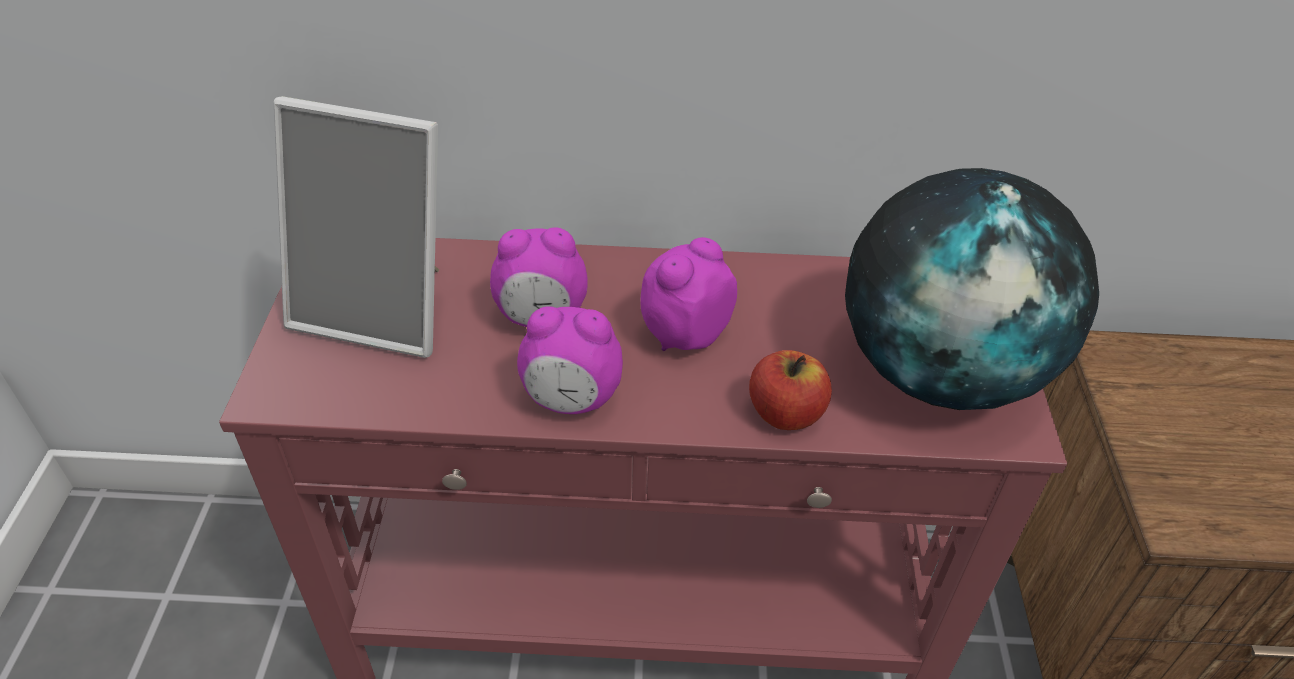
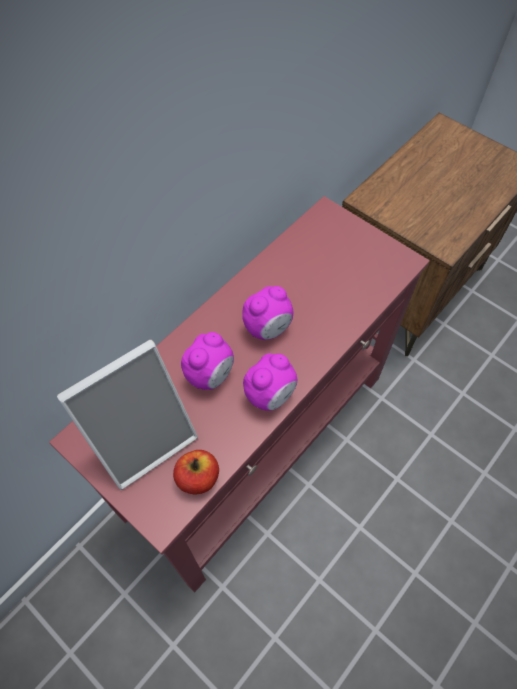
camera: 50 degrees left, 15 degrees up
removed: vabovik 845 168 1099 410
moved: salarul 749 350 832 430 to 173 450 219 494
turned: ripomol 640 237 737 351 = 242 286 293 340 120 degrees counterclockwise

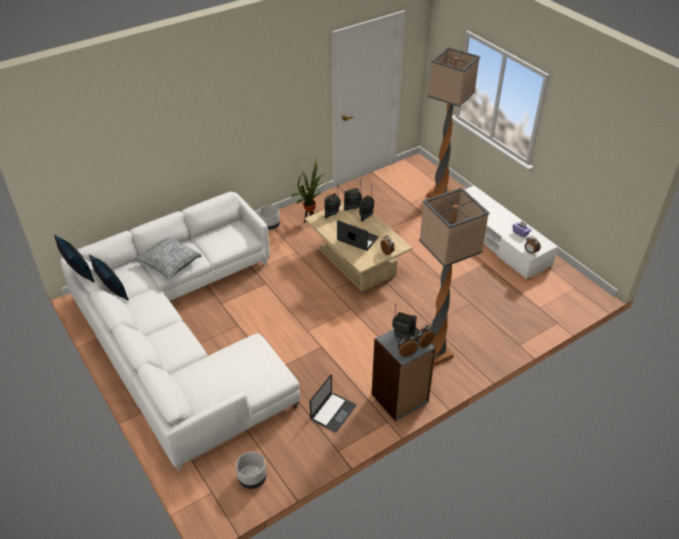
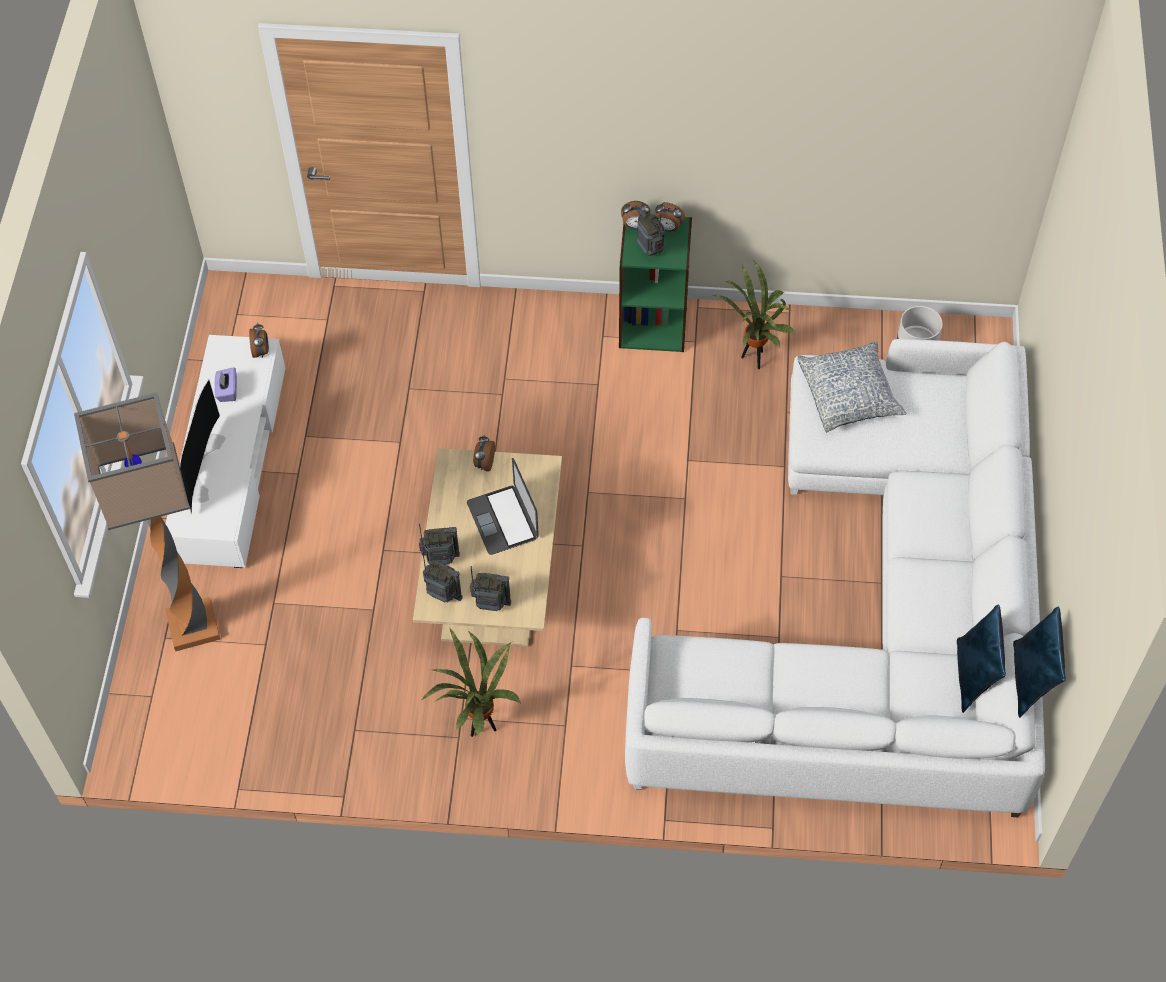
camera: 140 degrees left, 15 degrees up
removed: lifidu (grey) 258 205 280 230; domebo 419 187 490 366
added: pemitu 179 379 226 514
moved: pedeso 134 238 202 280 to 798 340 906 432
replaced: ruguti 310 374 356 433 to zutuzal 712 260 795 369
recoloured: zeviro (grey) 372 328 436 421 to zeviro (green) 619 217 692 352

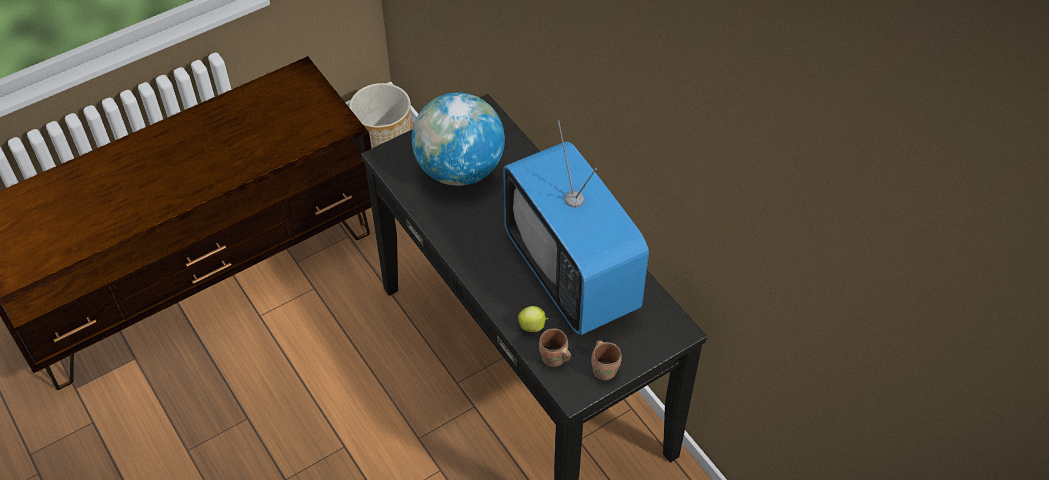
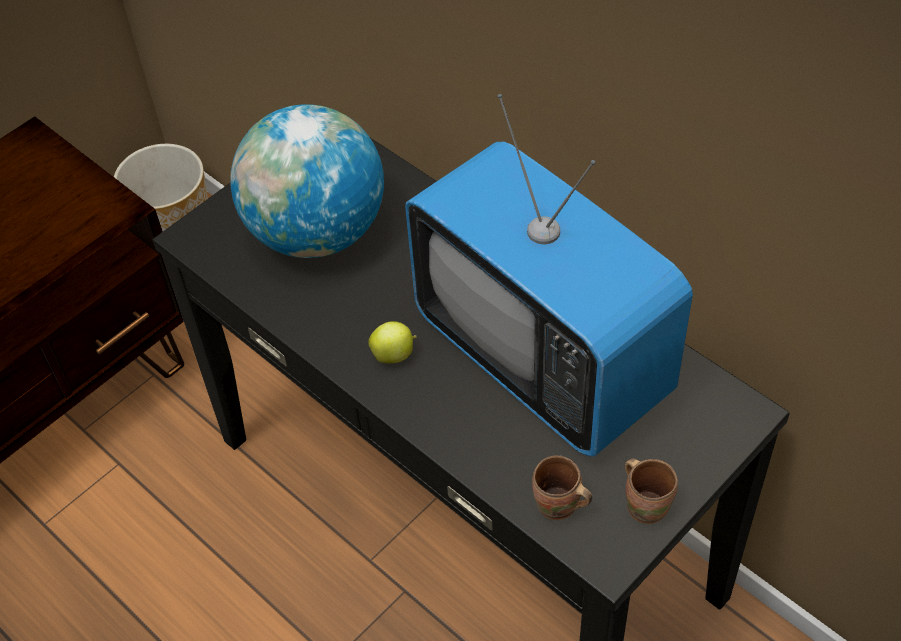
camera: 10 degrees left, 0 degrees up
moved: salarul 518 306 549 332 to 368 321 417 363

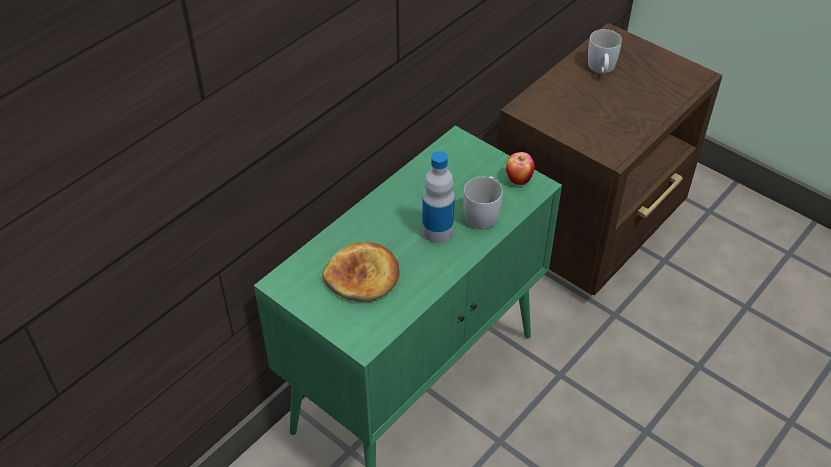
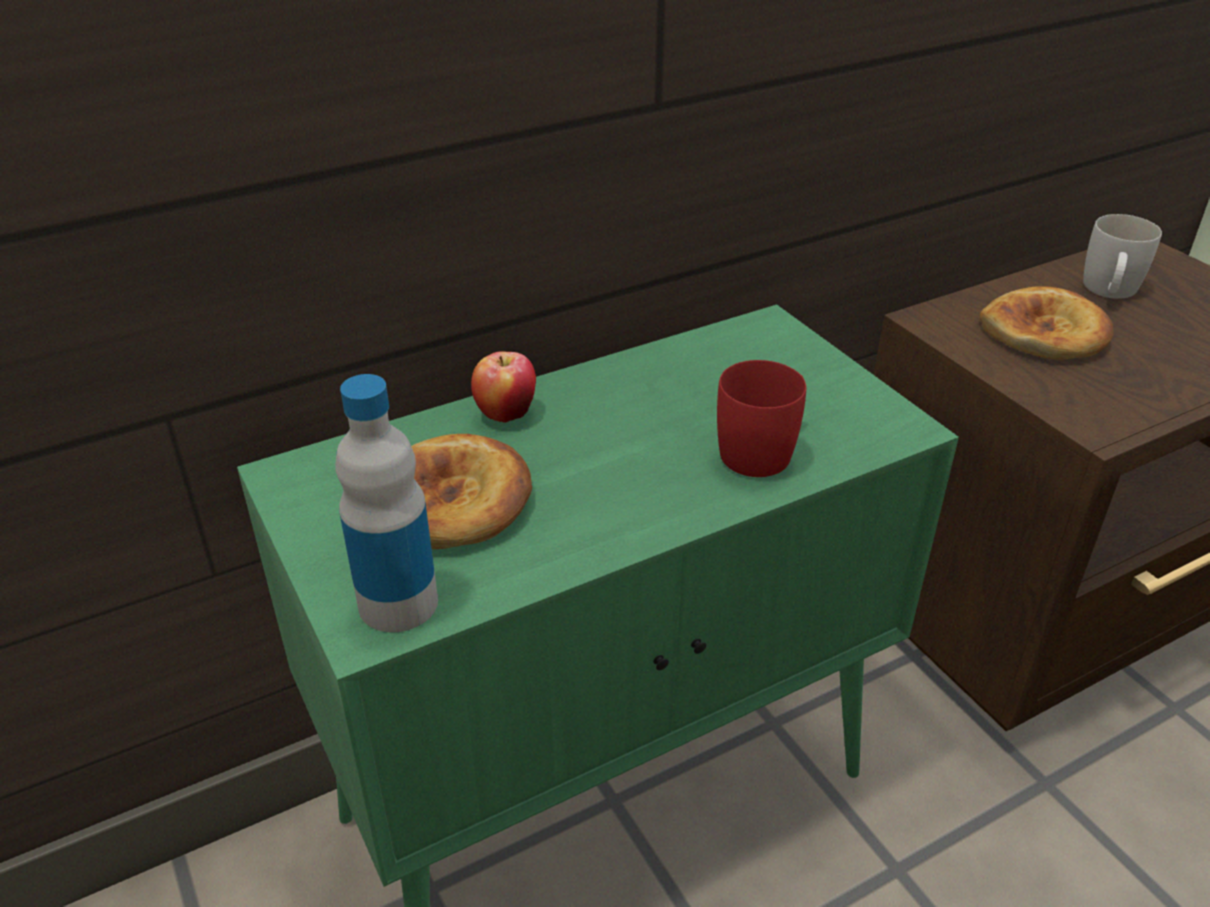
camera: 20 degrees right, 10 degrees down
added: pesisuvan 979 286 1114 360
moved: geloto 422 151 455 243 to 336 374 438 632; salarul 506 152 535 185 to 471 351 536 423
recoloured: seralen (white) 463 176 503 229 to seralen (red) 717 360 806 477

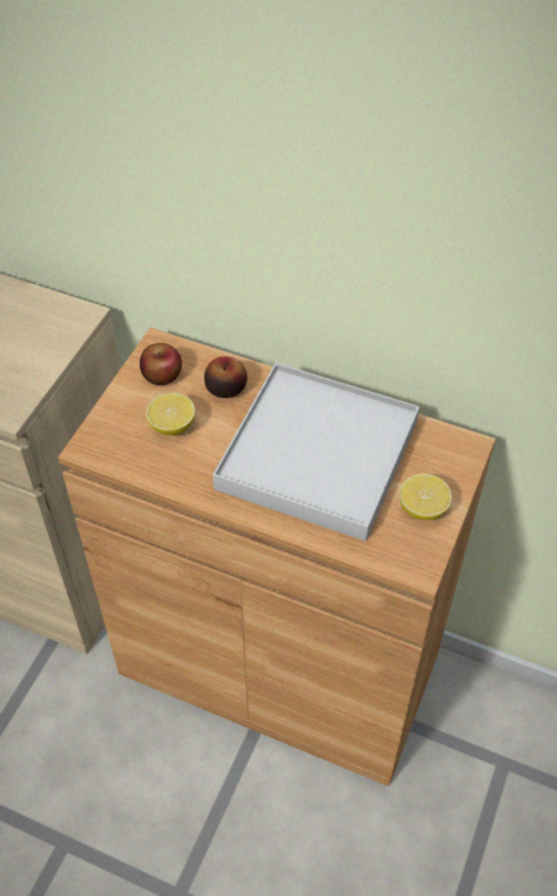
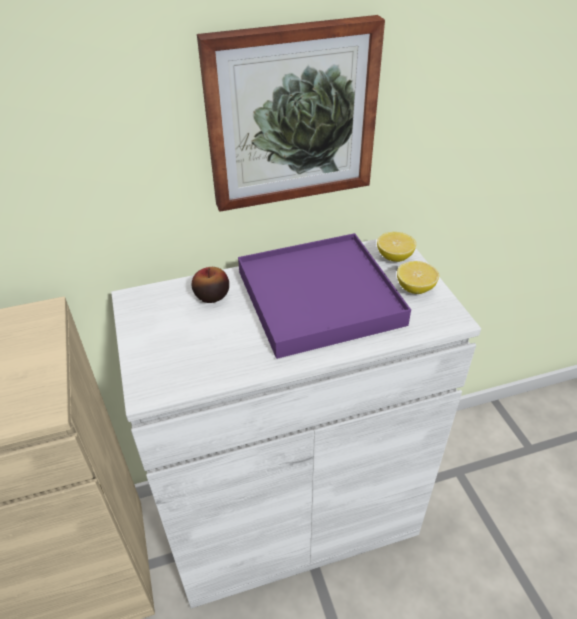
camera: 40 degrees left, 10 degrees down
removed: salarul 140 343 182 385
added: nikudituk 197 15 385 212
moved: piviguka 146 393 195 435 to 377 232 416 262
recoloured: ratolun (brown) 58 327 496 787 to ratolun (white) 111 239 481 608; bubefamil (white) 213 363 420 541 to bubefamil (purple) 238 233 411 359

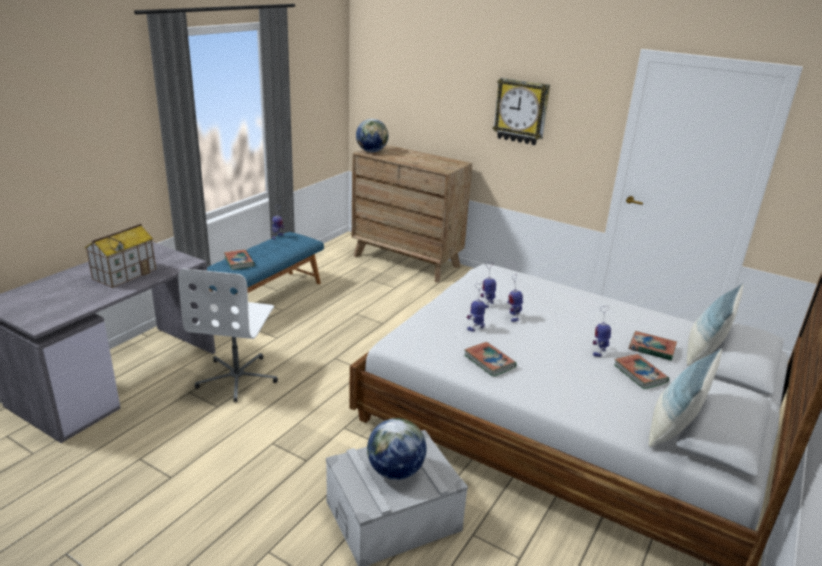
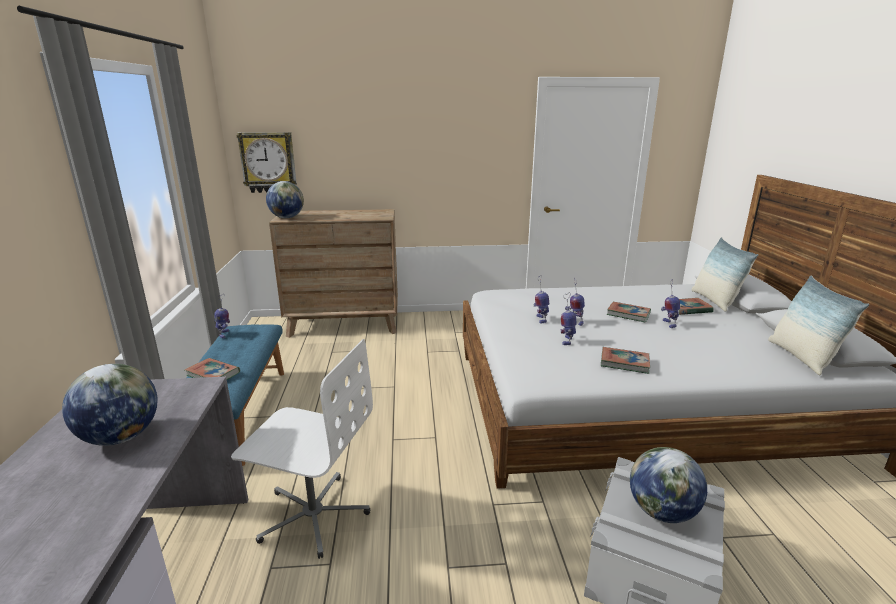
camera: 35 degrees left, 5 degrees down
moved: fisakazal 493 78 550 145 to 237 132 297 193; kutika 614 354 669 389 to 607 302 651 323
replaced: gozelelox 85 224 156 288 to vabovik 62 364 158 446
turned: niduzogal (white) 178 268 278 402 = 231 339 373 559 45 degrees counterclockwise

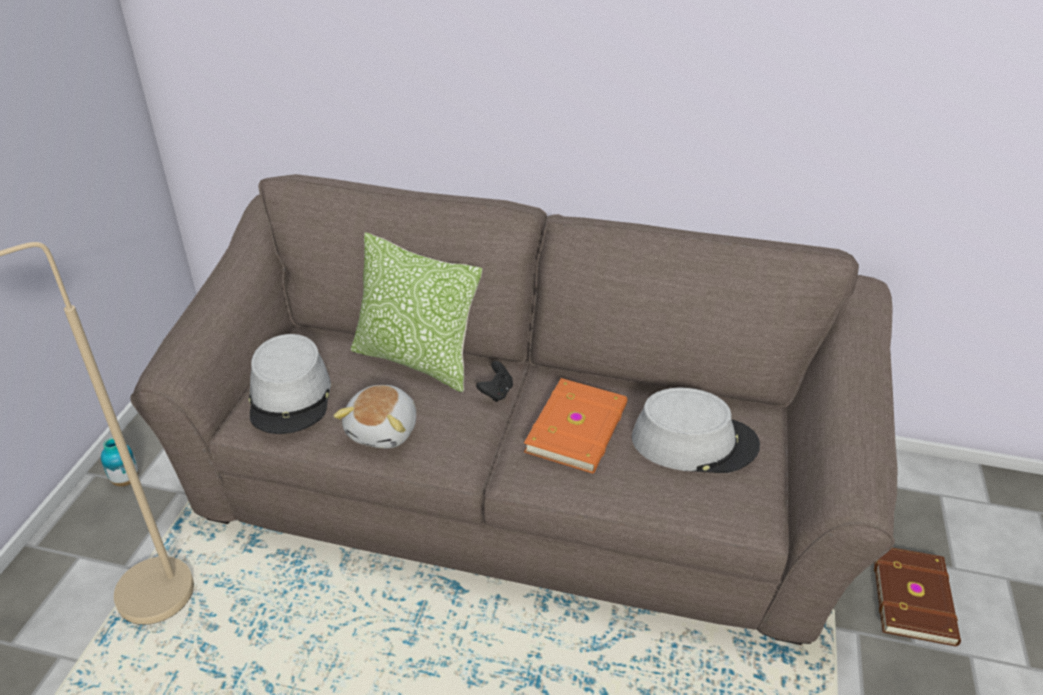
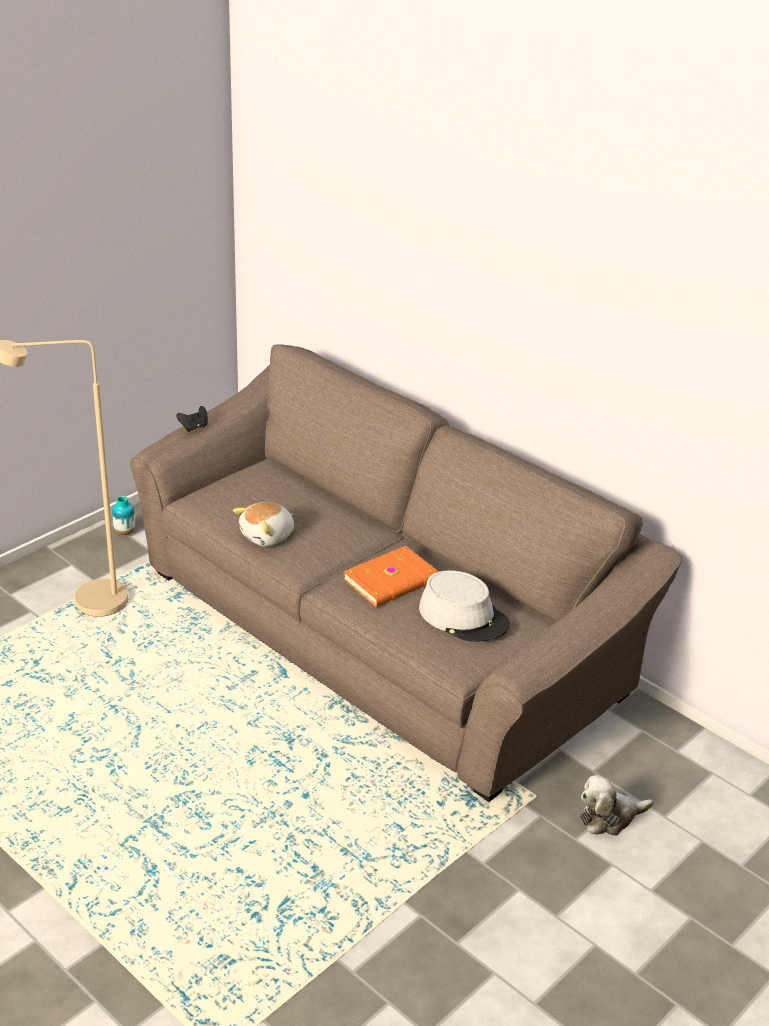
camera: 30 degrees right, 5 degrees down
removed: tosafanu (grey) 249 334 331 434; pedeso 351 232 482 392
moved: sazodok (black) 476 361 513 402 to 176 406 208 432
replaced: kutika (brown) 874 548 961 646 to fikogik 580 775 653 836

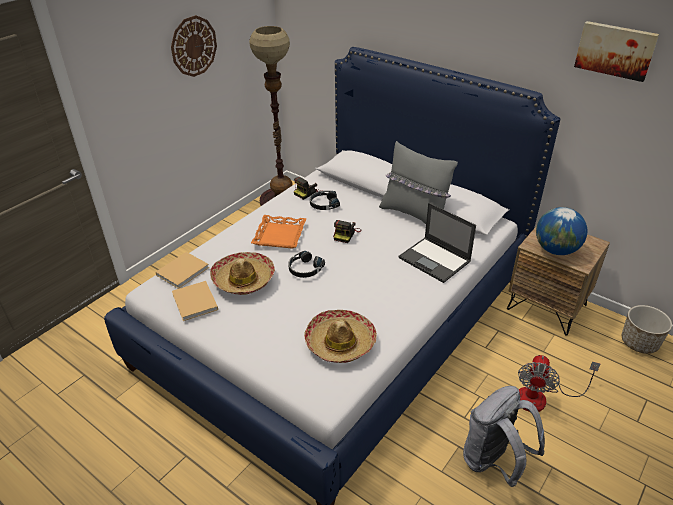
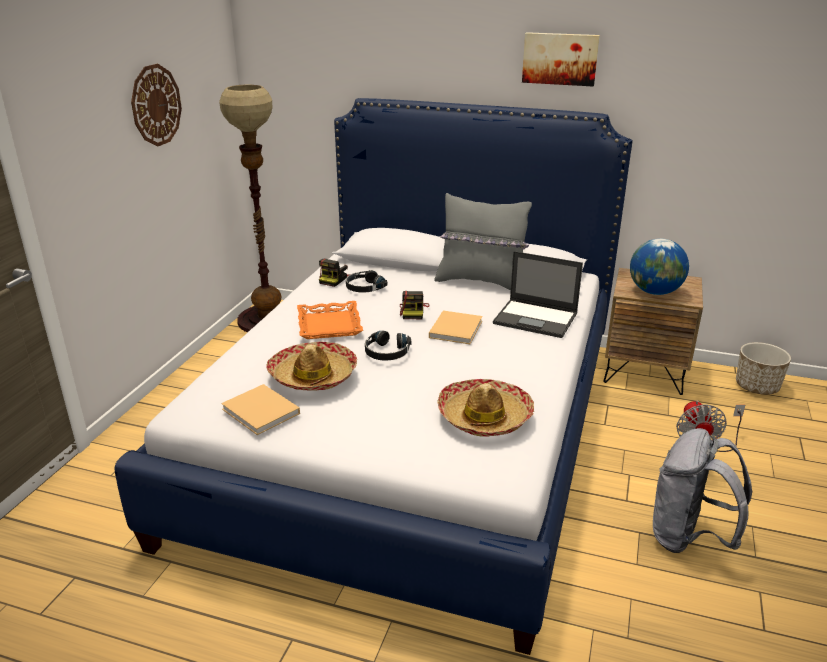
camera: 20 degrees left, 10 degrees down
moved: kutika (beige) 156 252 209 289 to 429 310 483 344; nikudituk 574 21 659 82 to 522 32 600 86

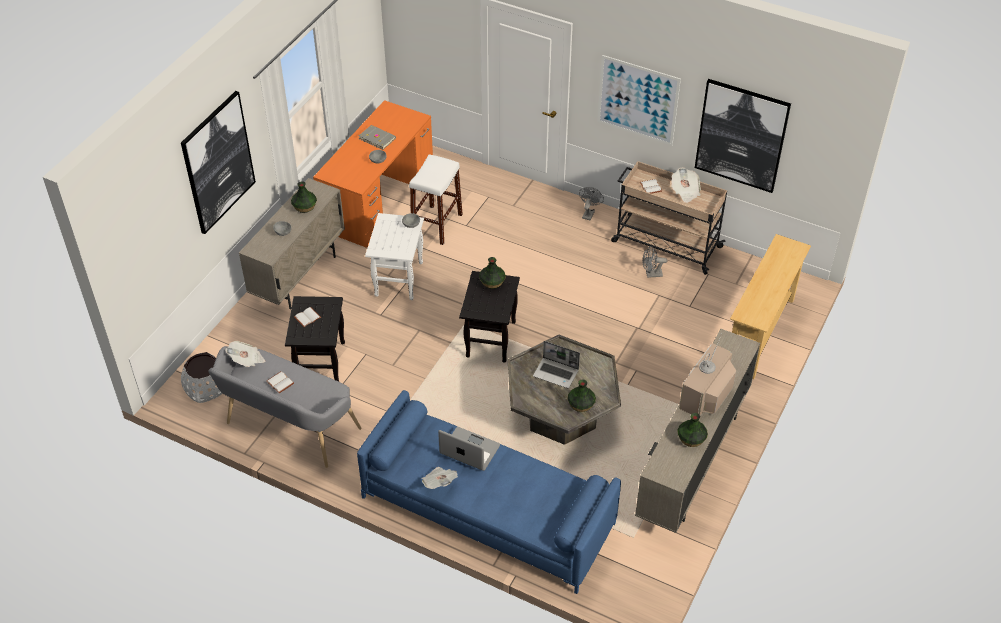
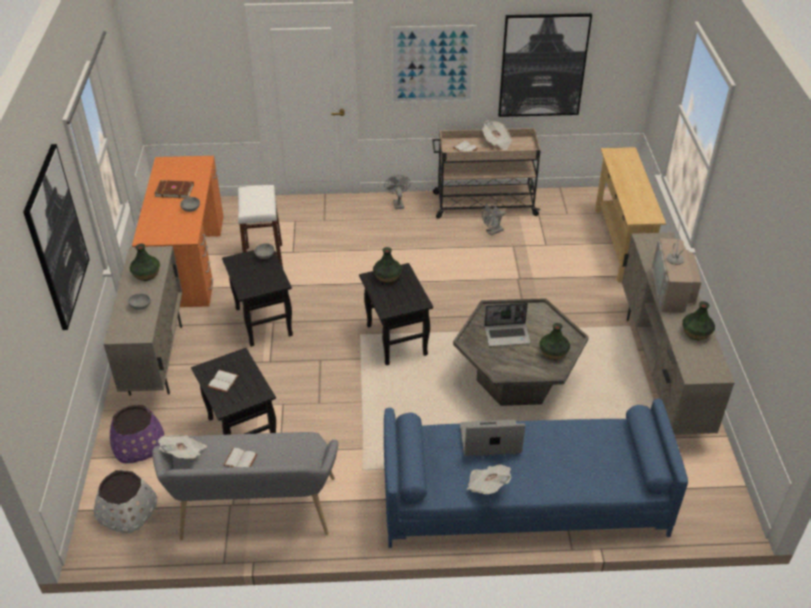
camera: 30 degrees left, 5 degrees down
added: lifidu (purple) 110 405 164 463
recoloured: kutika (grey) 359 125 396 150 to kutika (brown) 154 180 194 198; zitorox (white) 365 213 424 300 to zitorox (black) 222 250 293 347

